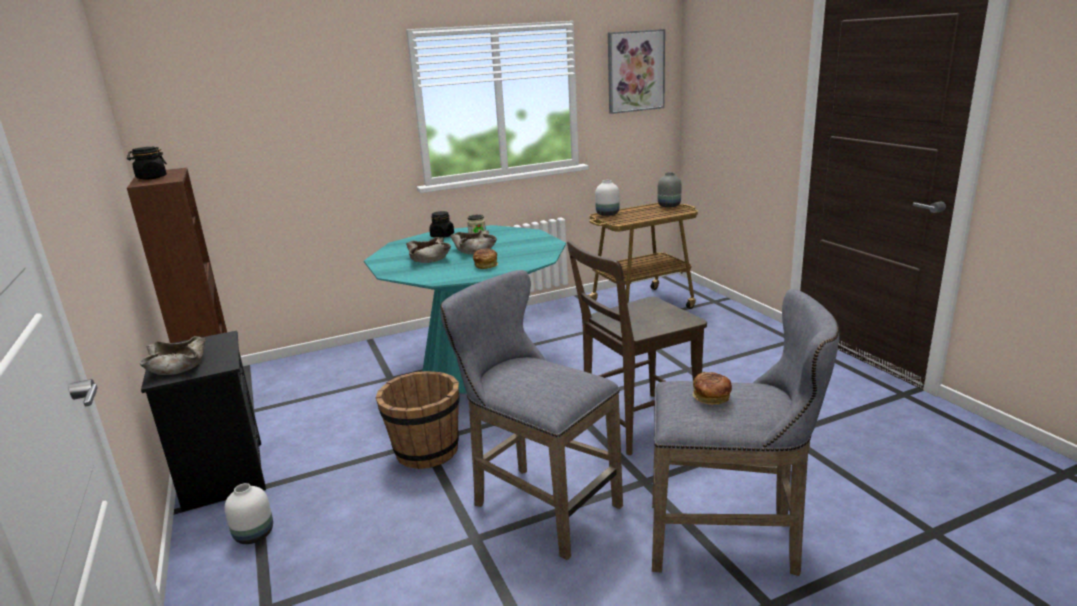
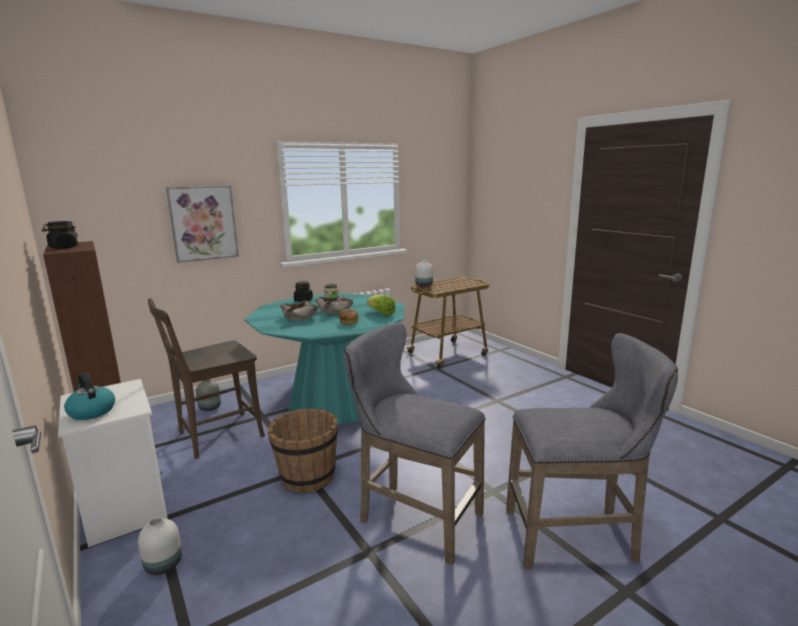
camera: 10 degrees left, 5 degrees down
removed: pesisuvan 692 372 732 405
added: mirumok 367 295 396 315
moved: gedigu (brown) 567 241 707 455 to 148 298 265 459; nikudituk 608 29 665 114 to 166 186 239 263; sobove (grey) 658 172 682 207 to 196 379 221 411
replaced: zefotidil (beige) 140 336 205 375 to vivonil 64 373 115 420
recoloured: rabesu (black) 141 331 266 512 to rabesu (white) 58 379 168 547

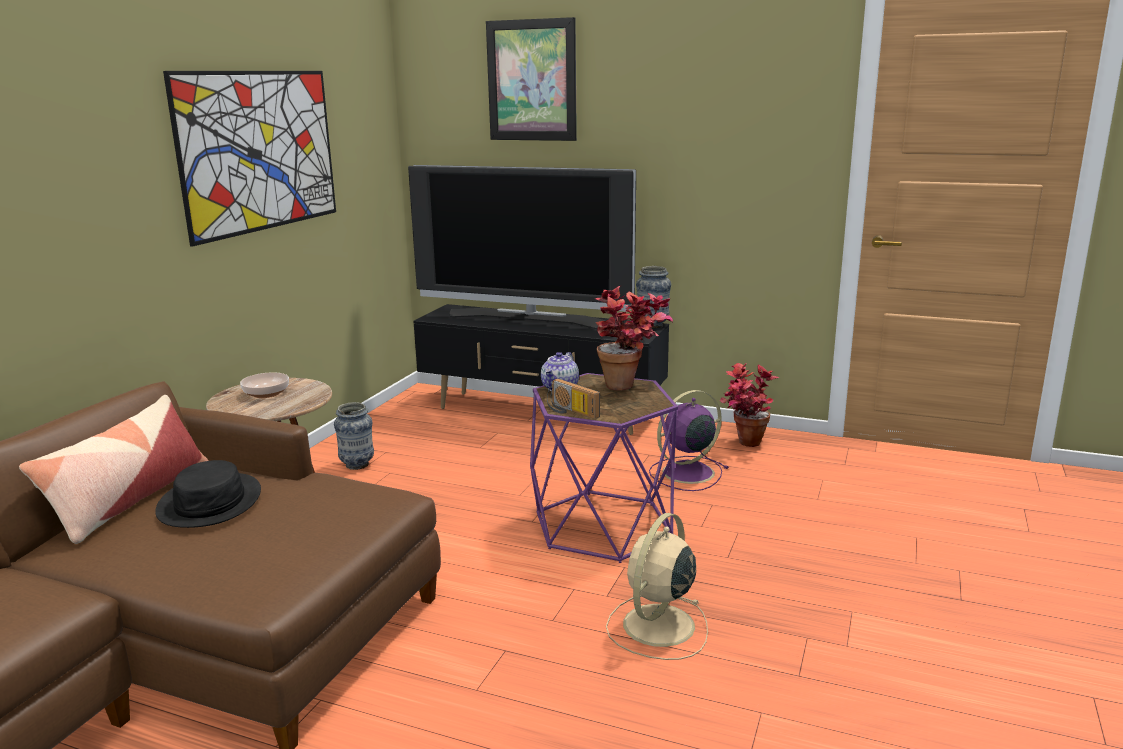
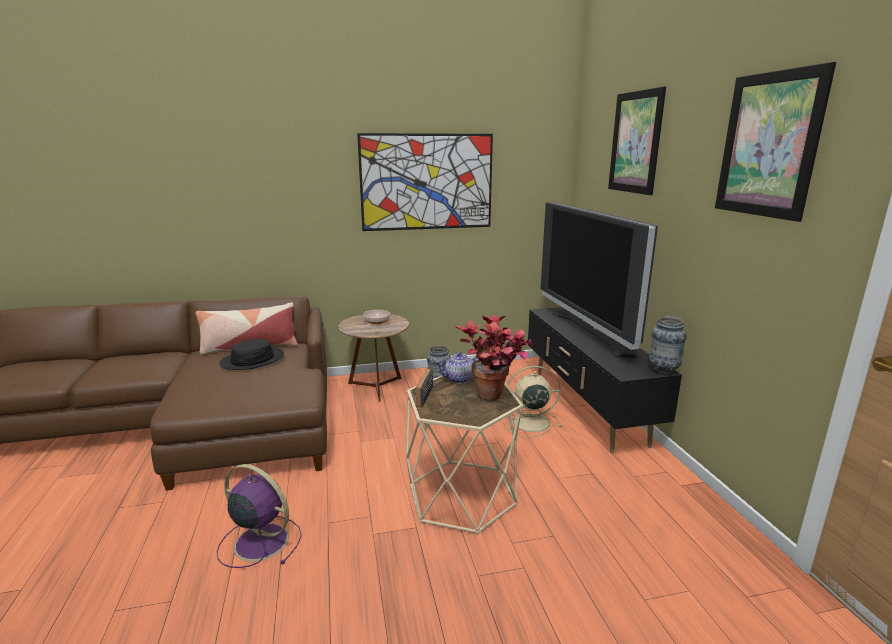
camera: 55 degrees right, 0 degrees up
removed: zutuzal 720 363 780 447
added: nikudituk 715 62 836 222
moved: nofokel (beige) 606 513 708 660 to 504 366 562 438; nofokel (purple) 649 390 729 491 to 217 464 302 568
recoloured: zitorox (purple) 530 373 678 563 to zitorox (beige) 406 375 524 535

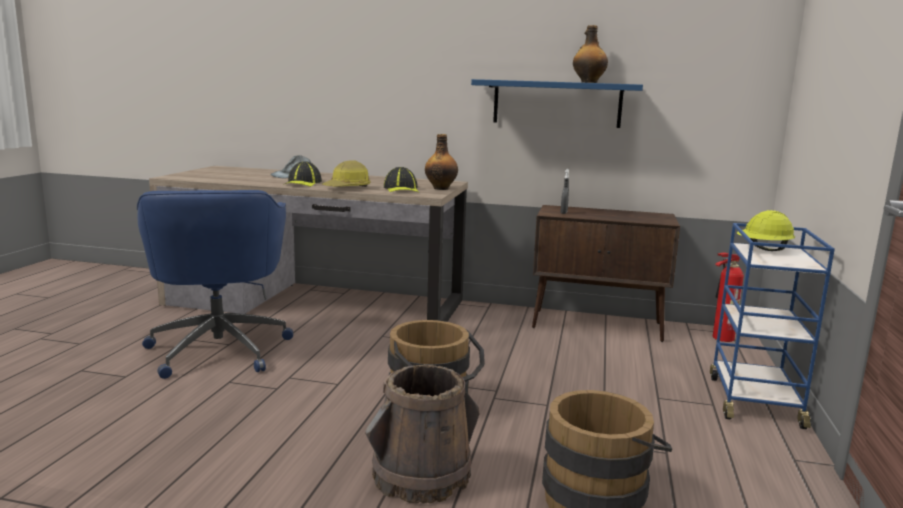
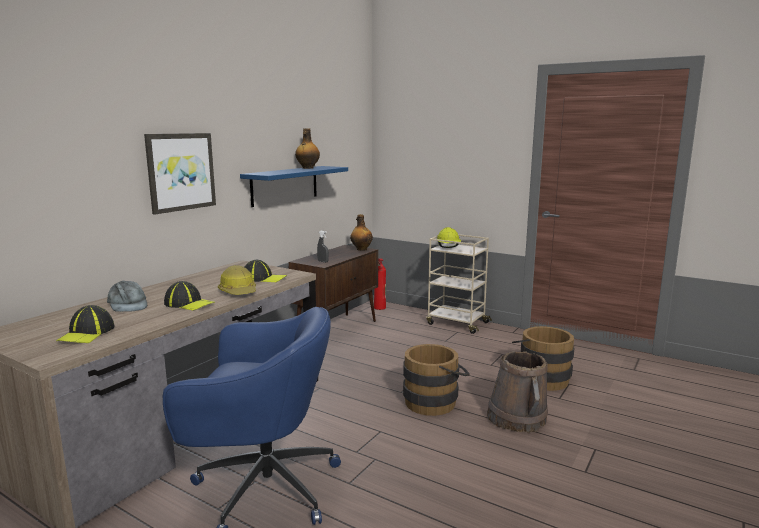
camera: 70 degrees left, 0 degrees up
added: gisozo 56 305 115 343; nikudituk 144 133 216 215
moved: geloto 425 134 458 190 to 350 214 373 251
recoloured: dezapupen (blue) 710 223 835 429 to dezapupen (beige) 426 234 492 334

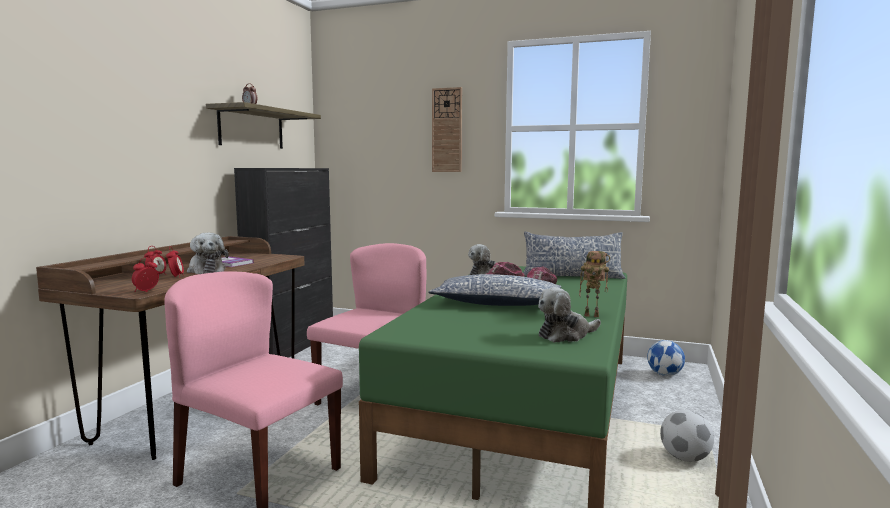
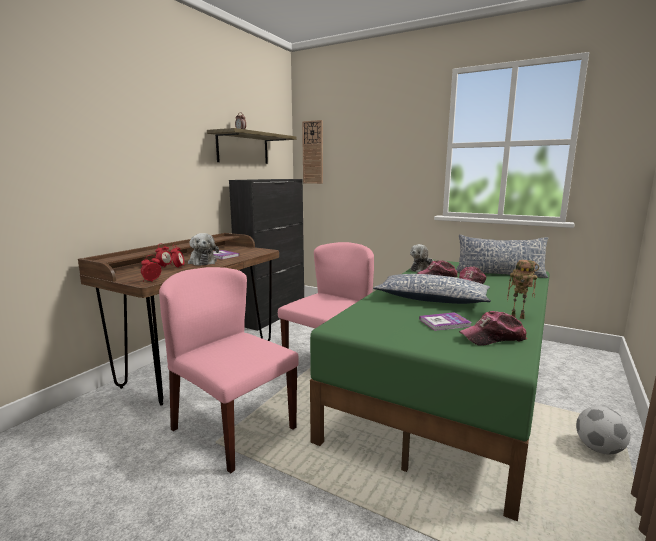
camera: 10 degrees right, 5 degrees up
removed: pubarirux 647 340 685 376
added: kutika 419 312 472 331
moved: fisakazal 432 87 462 172 to 302 120 323 184
replaced: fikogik 538 287 601 342 to gisozo 459 311 527 345

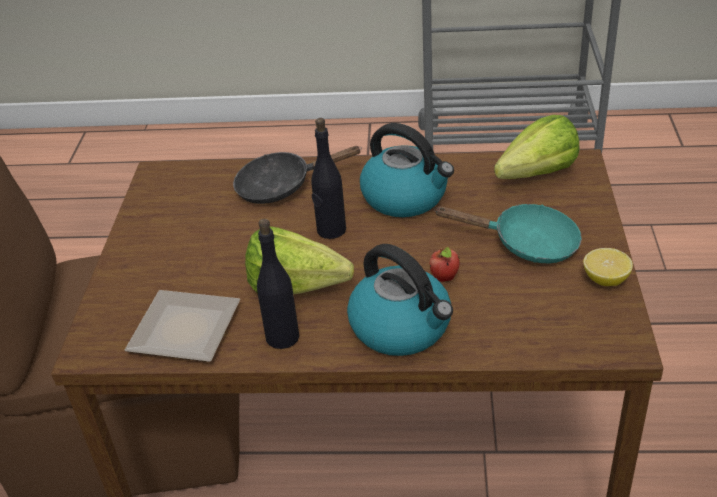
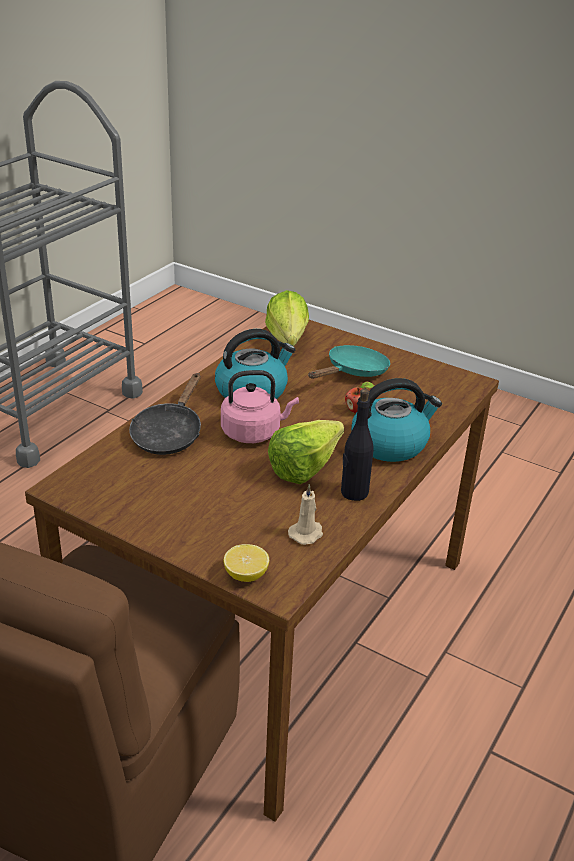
camera: 65 degrees left, 5 degrees down
moved: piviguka 583 248 633 286 to 223 544 269 582
replaced: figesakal 125 290 240 362 to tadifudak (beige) 288 484 323 545; geloto (black) 311 118 346 239 to vivonil (pink) 221 370 299 443

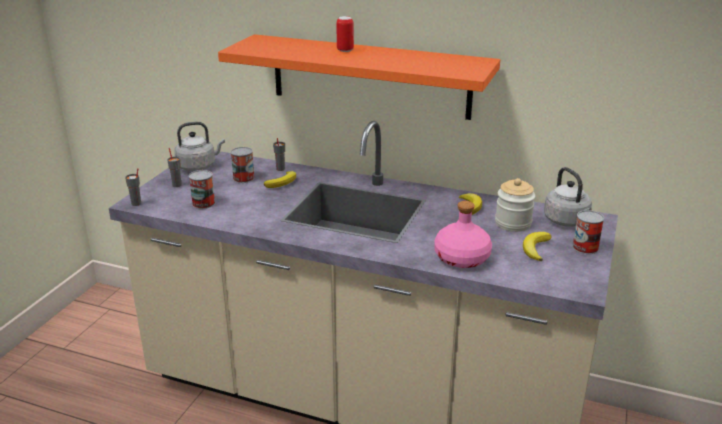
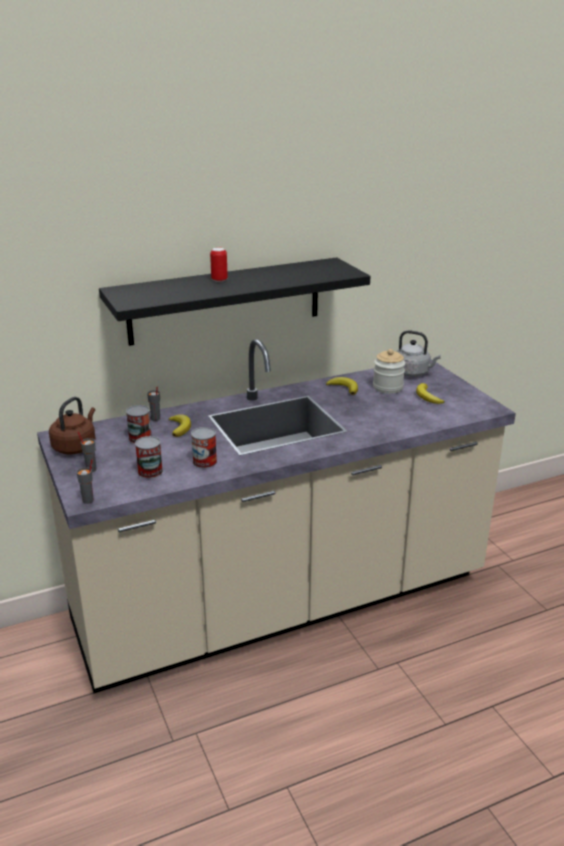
camera: 45 degrees left, 0 degrees up
removed: geloto (pink) 434 201 492 268
moved: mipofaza 572 210 604 254 to 191 427 217 469
recoloured: vivonil (grey) 174 122 225 171 to vivonil (brown) 49 397 96 455; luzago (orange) 218 34 500 120 to luzago (black) 99 257 371 346

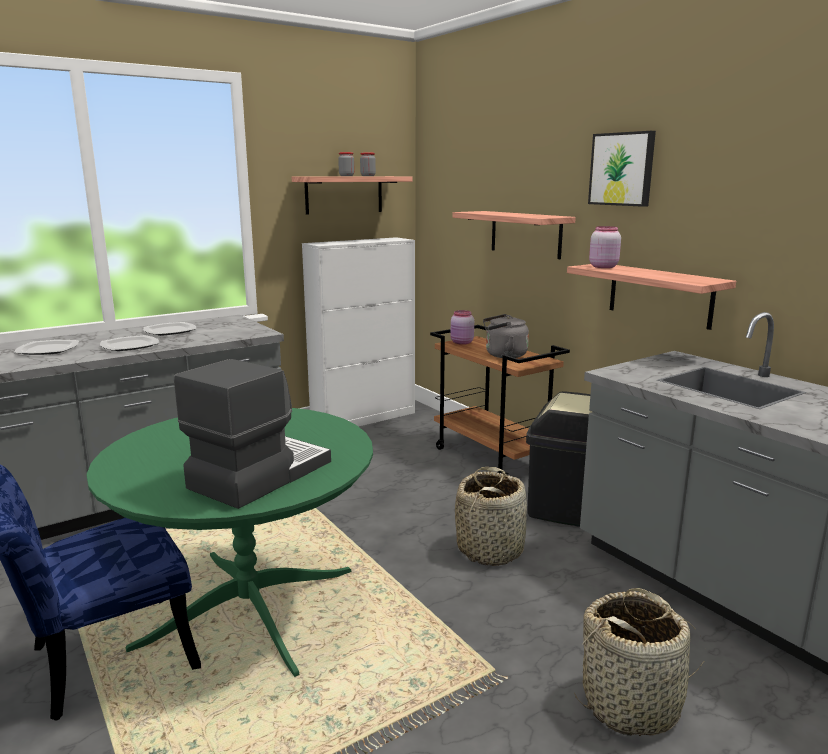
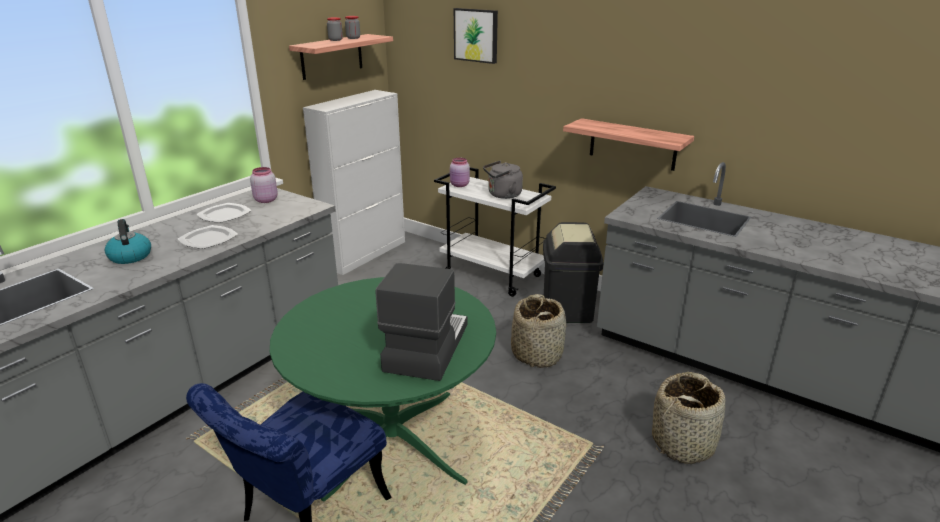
camera: 20 degrees left, 10 degrees up
removed: luzago 452 211 576 259
moved: nikudituk 588 131 656 207 to 454 8 498 64; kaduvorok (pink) 589 226 621 268 to 250 167 278 203
replaced: figesakal 14 340 79 355 to vivonil 105 219 151 264
recoloured: dezapupen (brown) 430 325 570 475 to dezapupen (white) 434 167 556 297

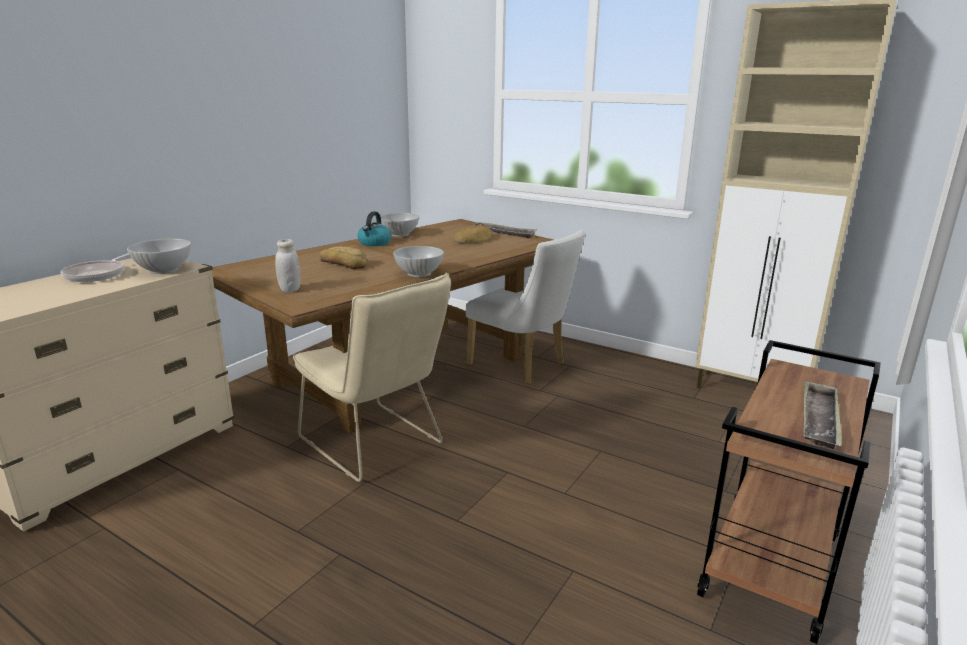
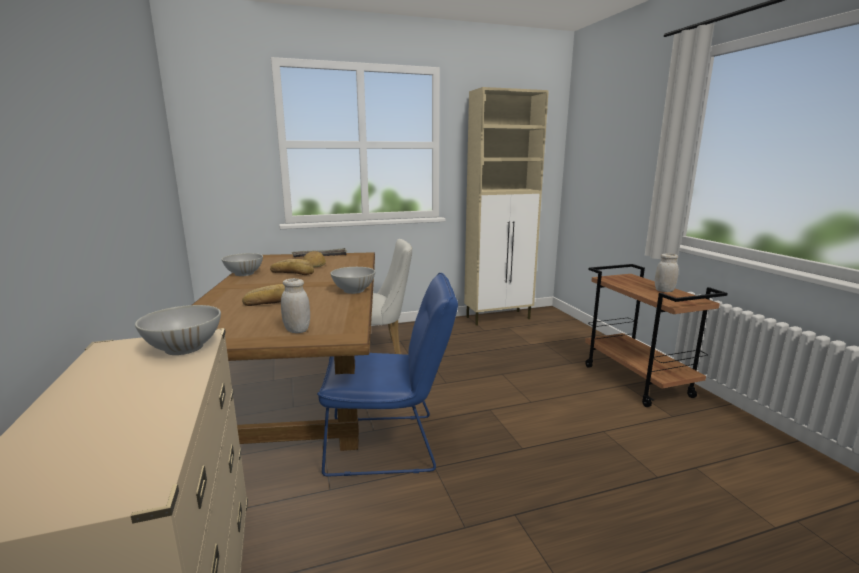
camera: 50 degrees left, 5 degrees down
removed: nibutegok 60 253 129 282; vivonil 357 211 391 246
added: pesisuvan 270 259 314 275
replaced: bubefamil 803 380 842 449 to kaduvorok (white) 655 253 679 292
recoloured: gedigu (beige) 293 273 451 482 to gedigu (blue) 317 273 458 477

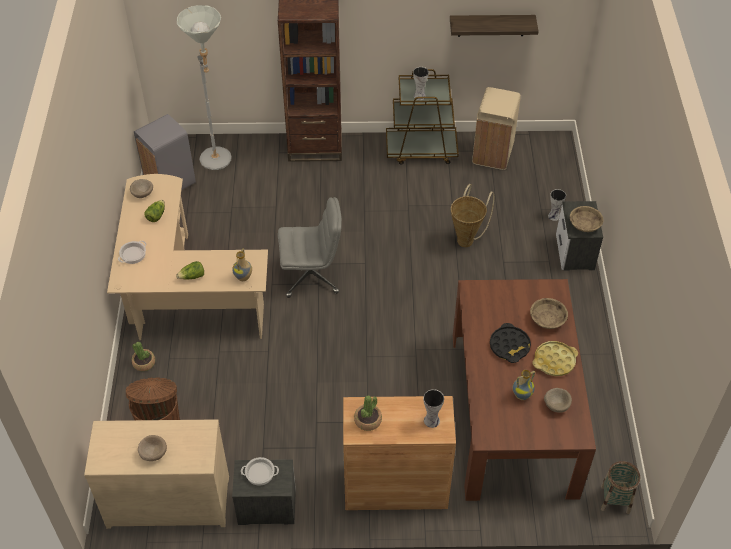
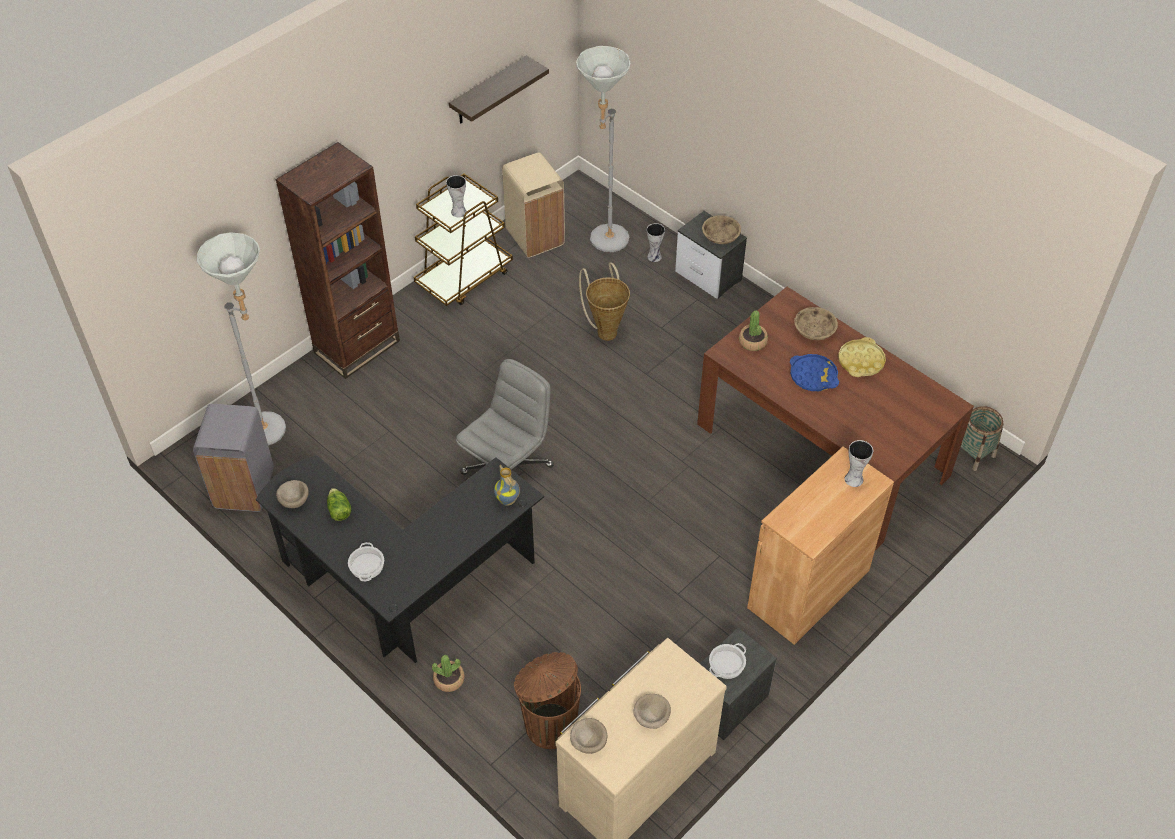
camera: 45 degrees left, 0 degrees up
removed: mirumok 176 261 204 280; sobove 513 370 535 400
added: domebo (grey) 576 46 631 252
moved: zutuzal 354 395 382 431 to 739 310 768 351; zefotidil (beige) 544 388 572 413 to 570 718 607 754
recoloured: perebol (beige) 107 174 268 340 to perebol (black) 256 455 544 663; bubefamil (black) 490 323 531 363 to bubefamil (blue) 790 354 839 391

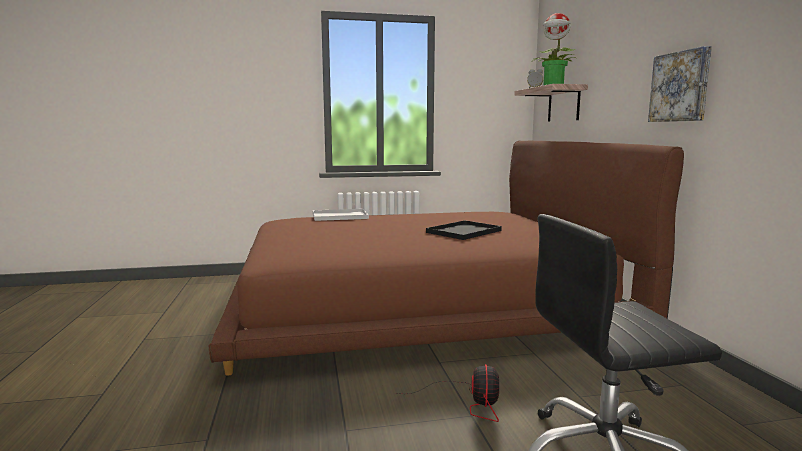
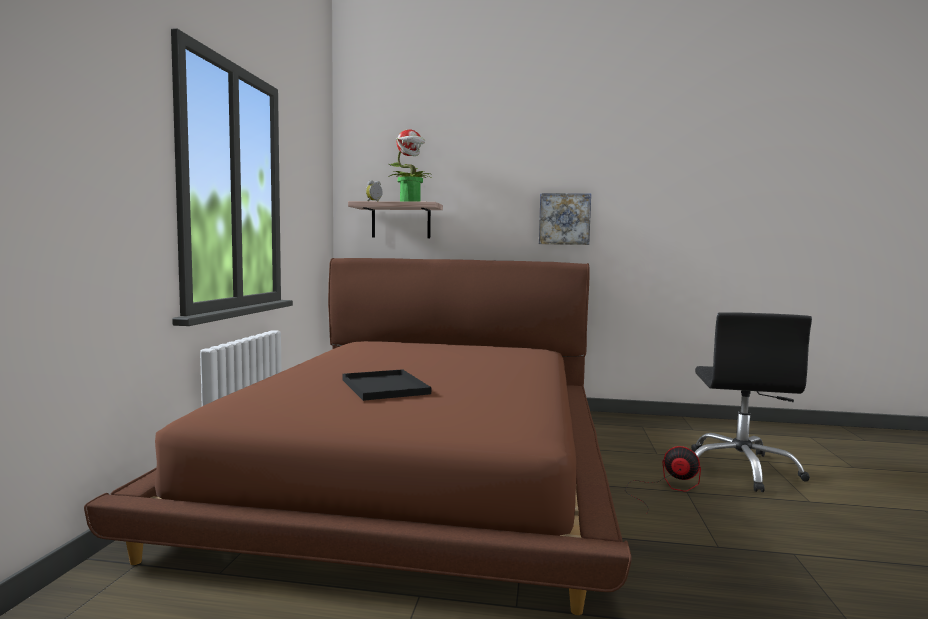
camera: 70 degrees left, 5 degrees down
removed: bubefamil (white) 313 209 369 221
moved: bubefamil (black) 426 220 502 240 to 342 369 431 401

